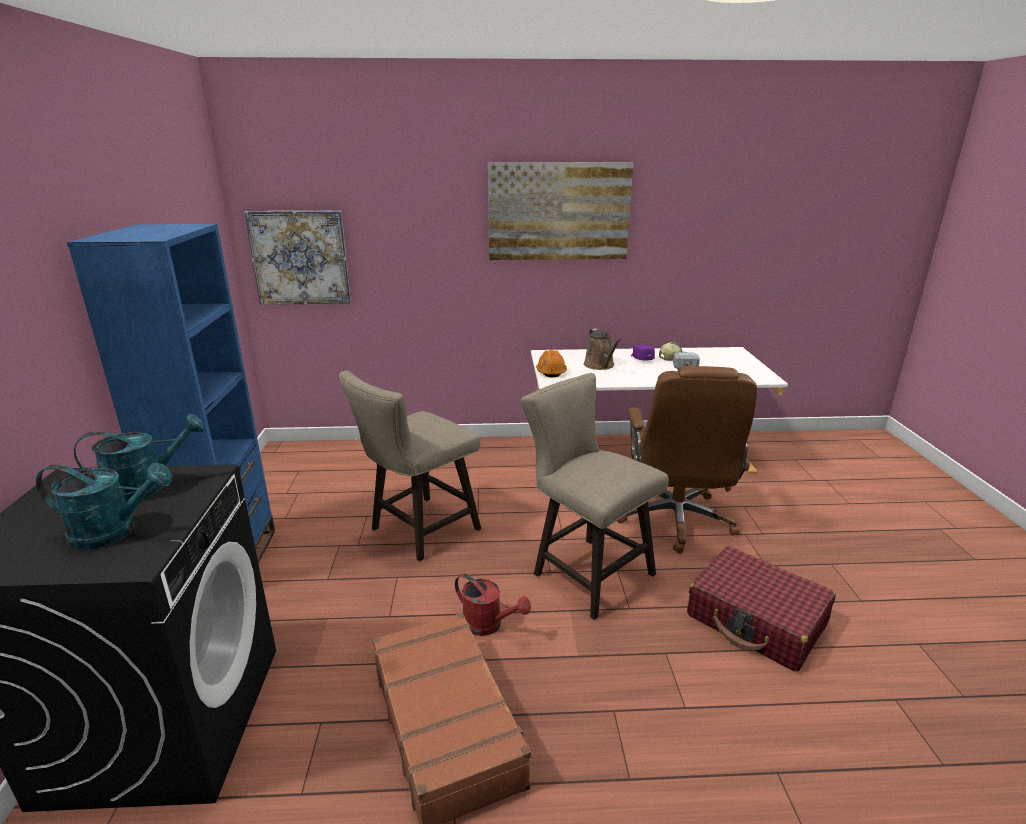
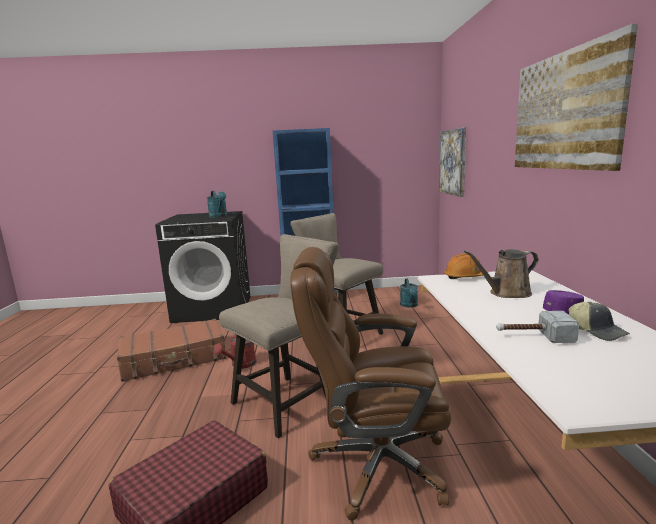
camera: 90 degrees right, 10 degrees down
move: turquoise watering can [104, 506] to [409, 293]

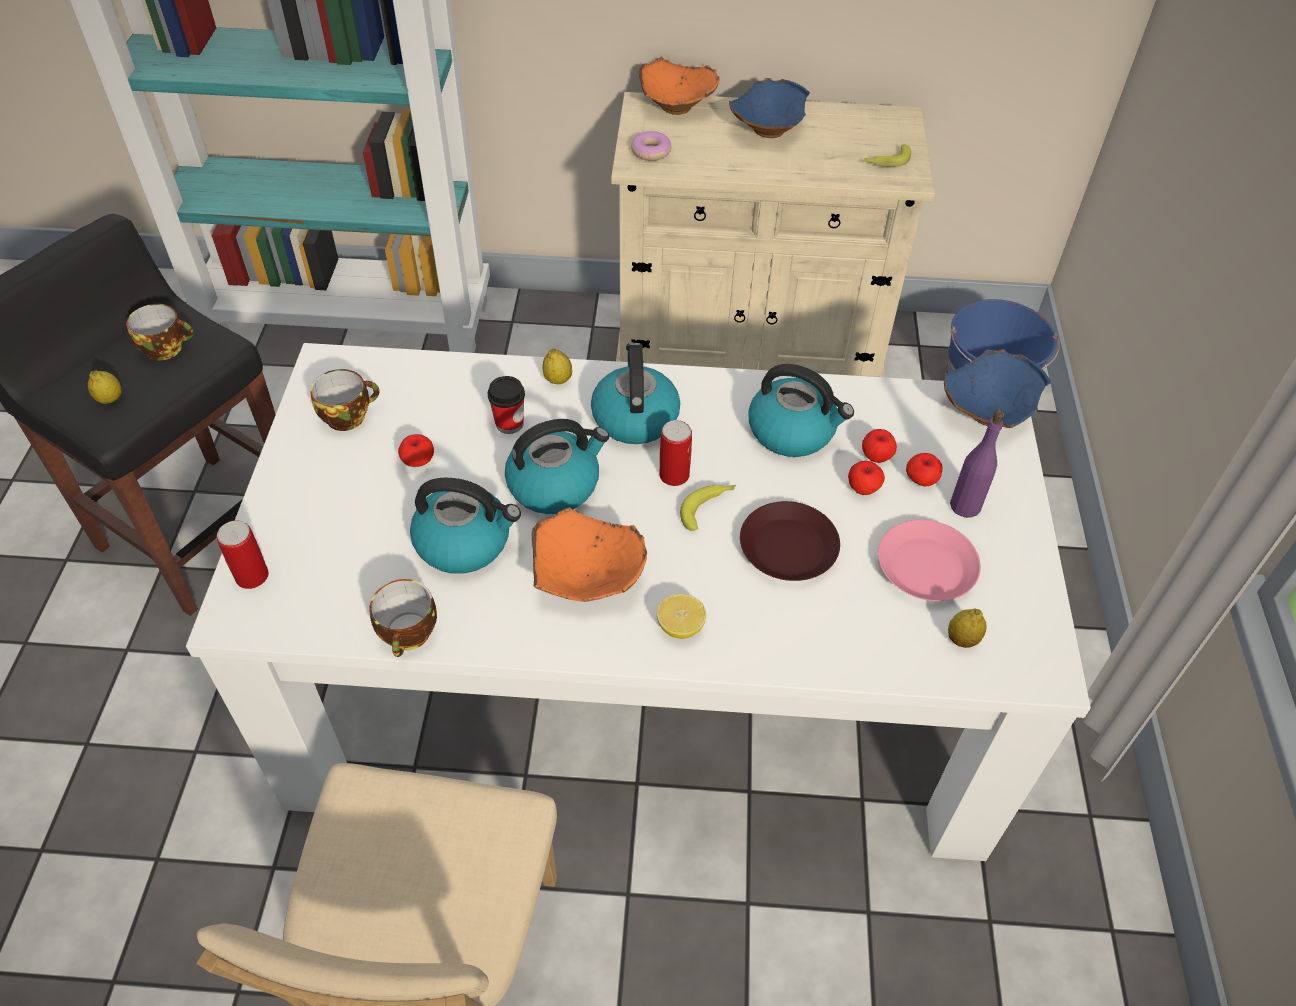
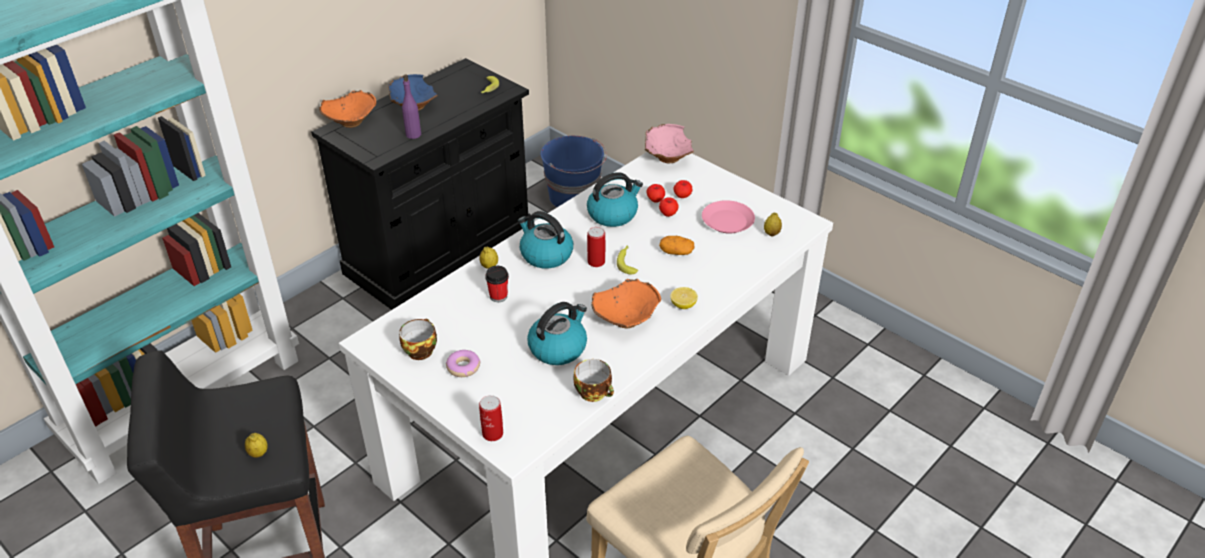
camera: 50 degrees left, 10 degrees down
delete: cup [159, 332]; kettle [557, 466]; apple [416, 450]
move: donut [651, 146] to [463, 363]; purple bottle [977, 464] to [411, 106]
replace: brown plate [790, 541] to potato [676, 245]
recolor: beige cabinet [773, 234] to black cabinet [421, 184]; blue bowl [997, 388] to pink bowl [669, 143]

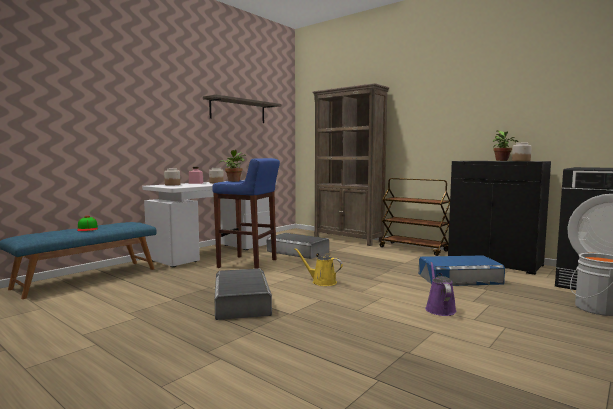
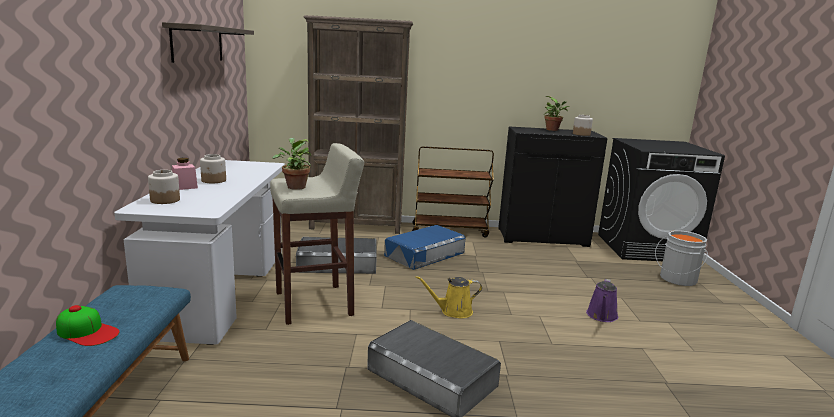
camera: 40 degrees left, 10 degrees up
move: blue storage box [462, 270] to [424, 247]
recolor: blue stool [246, 213] to beige stool [317, 234]
rotate: purple watering can [441, 289] = [602, 300] 120 degrees counterclockwise

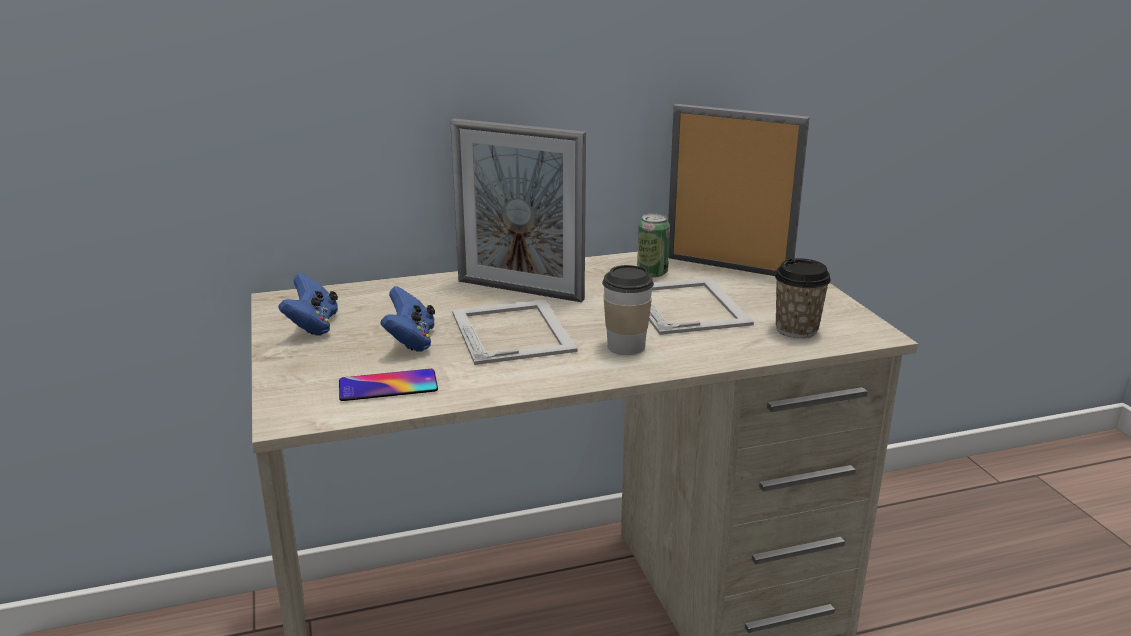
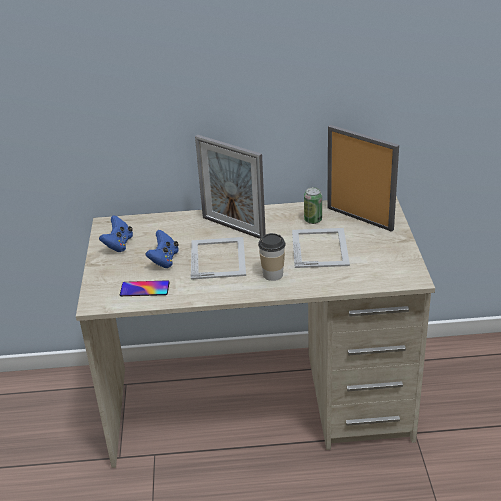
camera: 15 degrees right, 10 degrees up
delete: cup [803, 298]

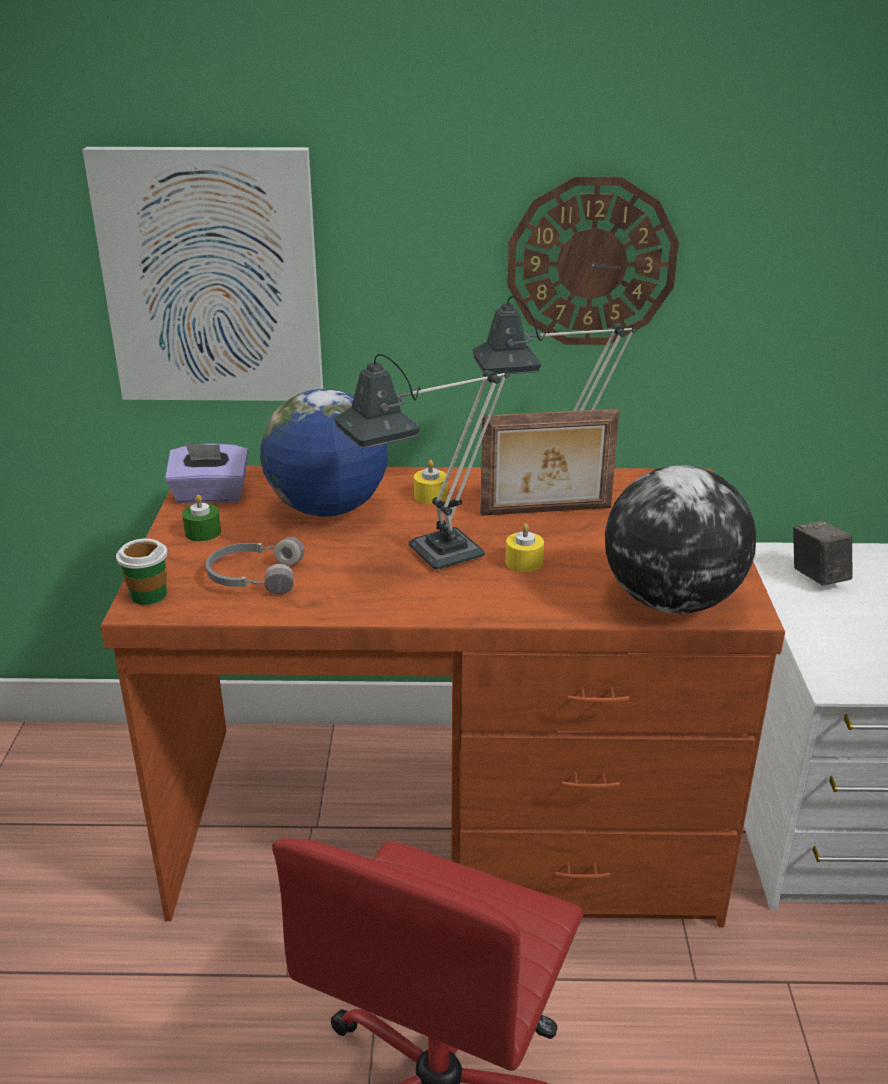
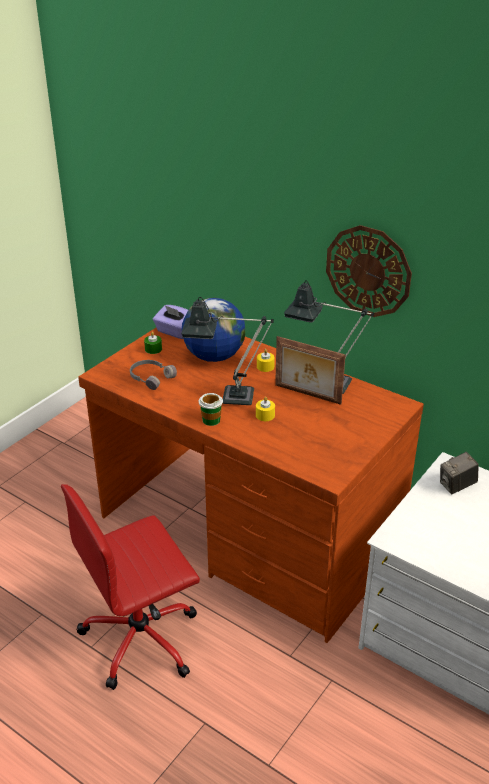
camera: 35 degrees right, 5 degrees up
delete: picture [202, 274]; globe [680, 539]
move: cup [142, 571] to [211, 409]
rotate: photo camera [822, 553] = [459, 473] 135 degrees counterclockwise

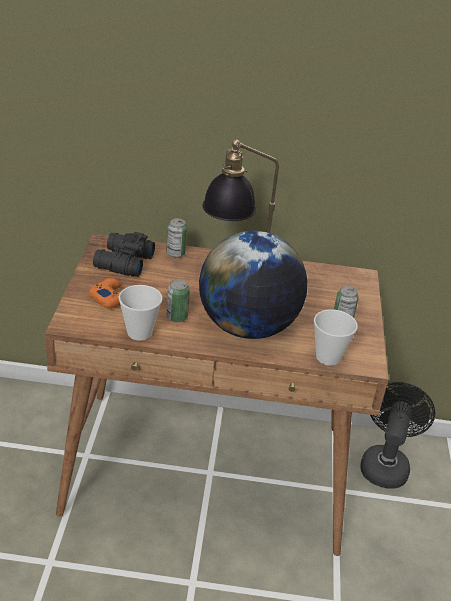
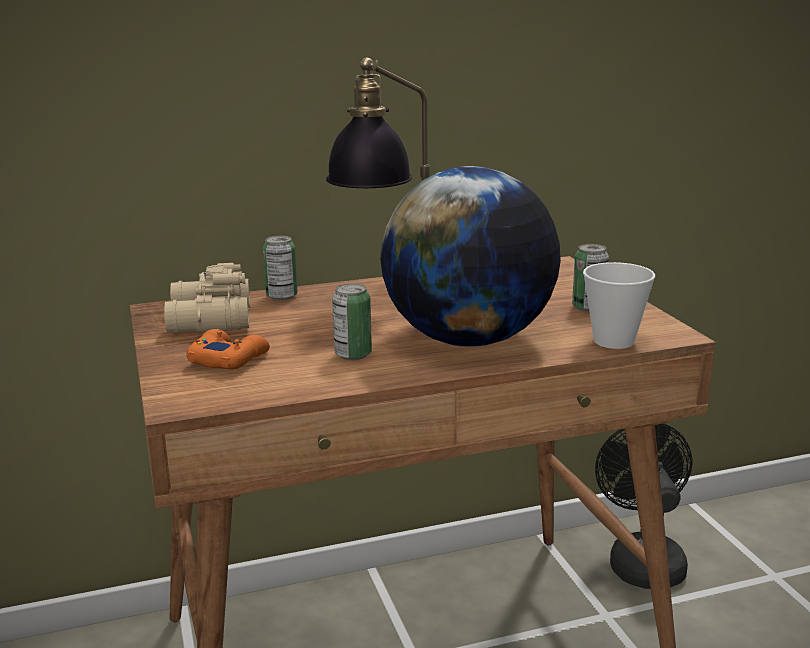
camera: 20 degrees left, 15 degrees down
delete: cup [140, 313]
recolor: black binoculars [124, 254] to beige binoculars [207, 298]

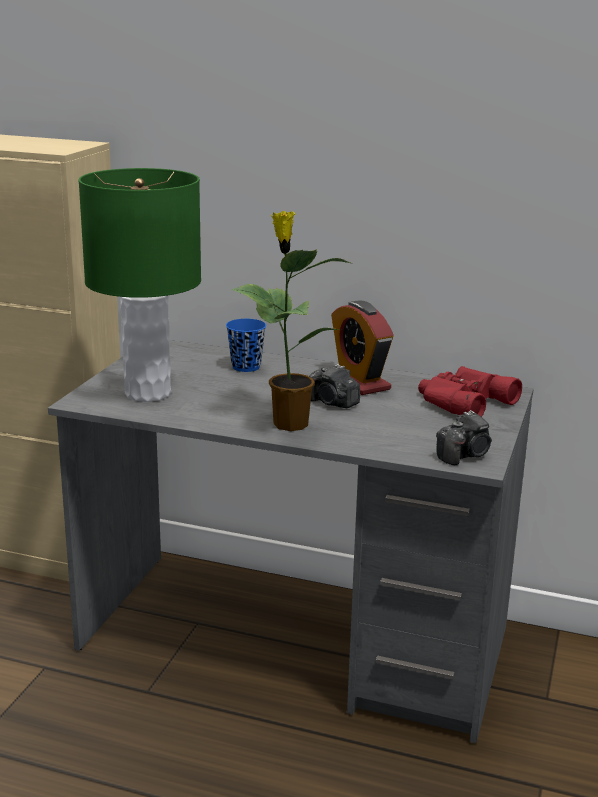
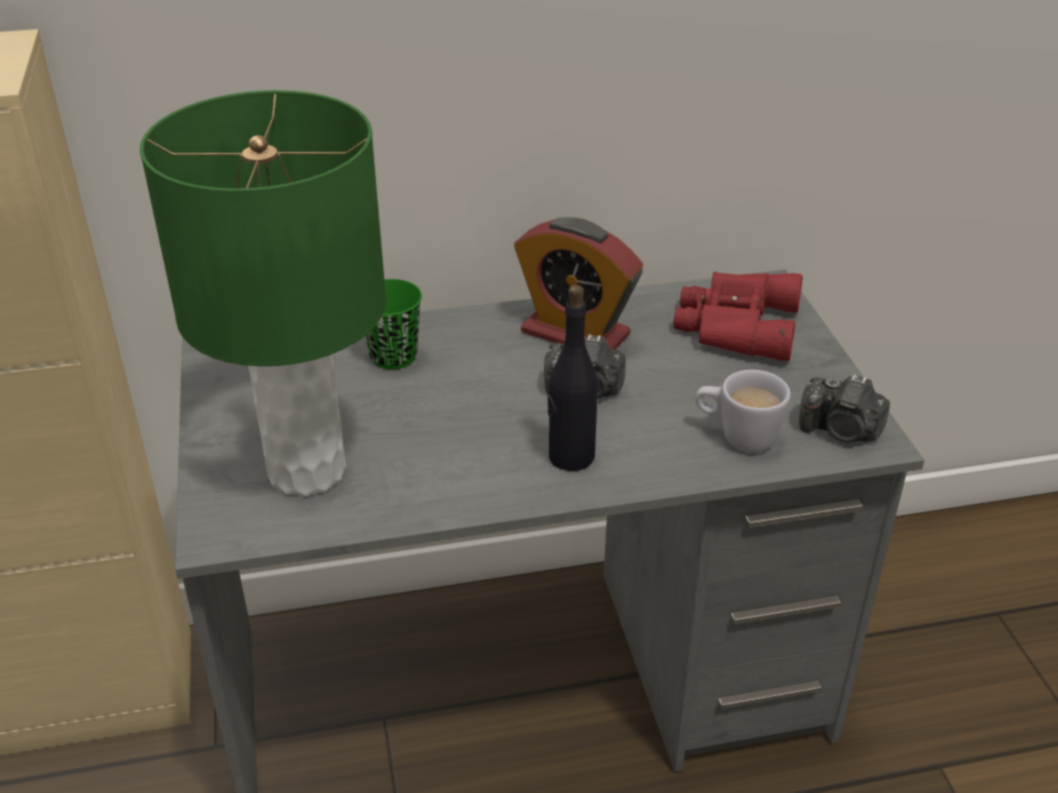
camera: 30 degrees left, 15 degrees up
insert: white mug [743, 411]
replace: potted plant [291, 321] to black bottle [573, 378]
recolor: blue cup [246, 345] to green cup [393, 324]
rotate: photo camera [464, 438] = [844, 408] 90 degrees clockwise

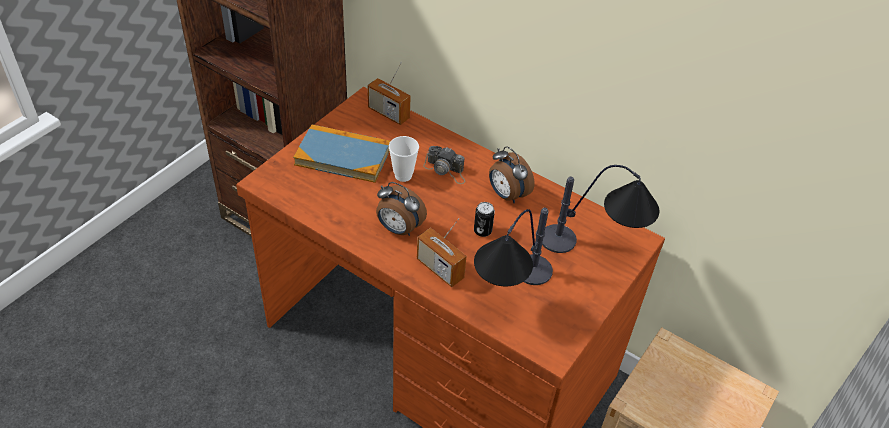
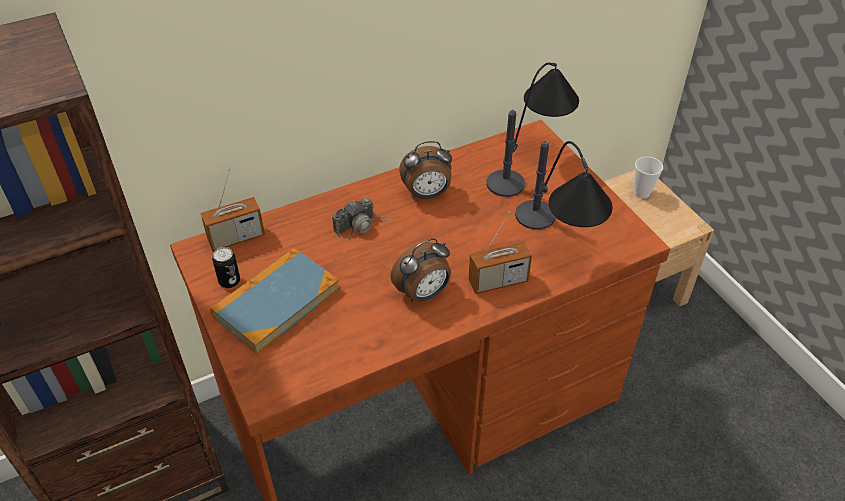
camera: 60 degrees left, 0 degrees up
move: cup [404, 159] to [648, 177]; can [484, 219] to [226, 267]

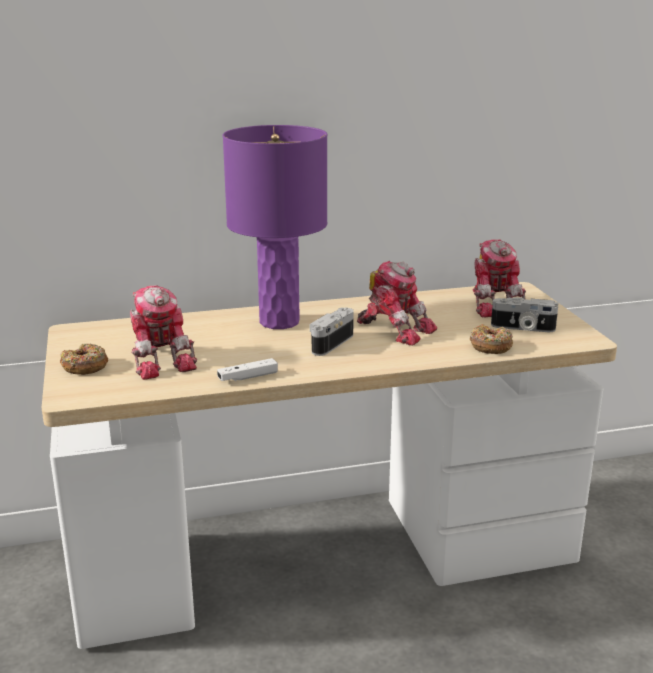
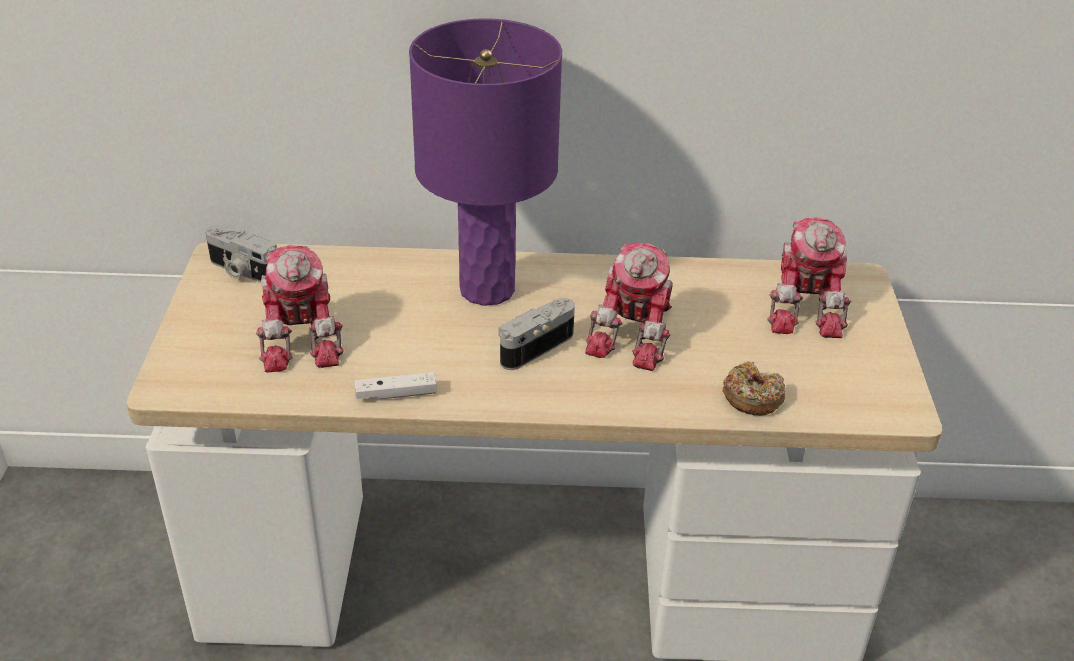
camera: 15 degrees right, 15 degrees up
delete: donut [84, 359]
move: photo camera [525, 314] to [241, 254]
rotate: toy robot [397, 303] = [629, 306] 60 degrees clockwise

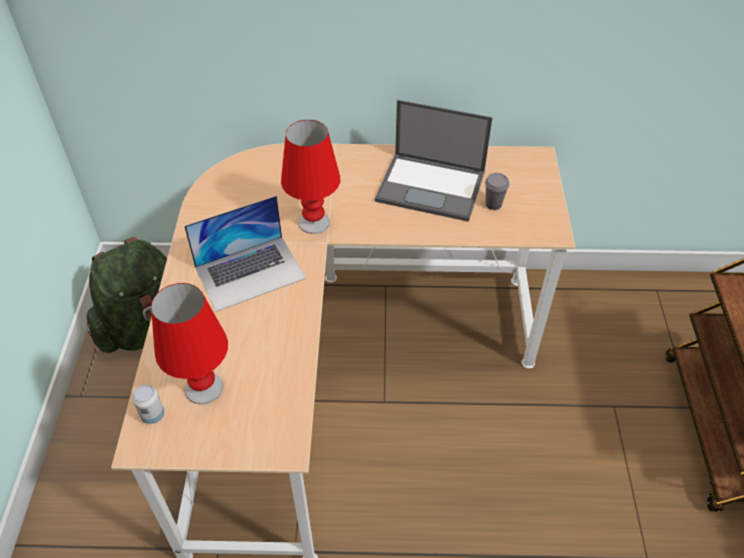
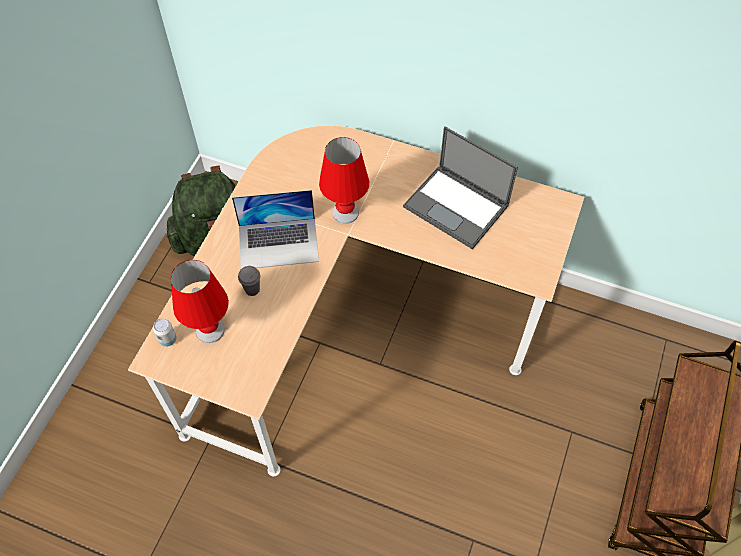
camera: 20 degrees right, 10 degrees up
move: grey cup [497, 191] to [249, 281]

